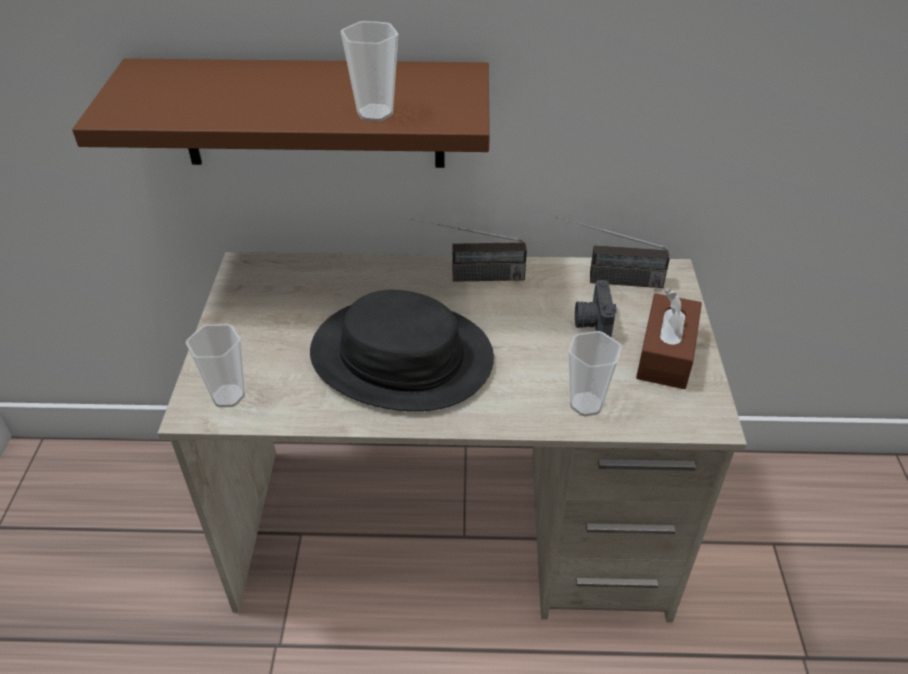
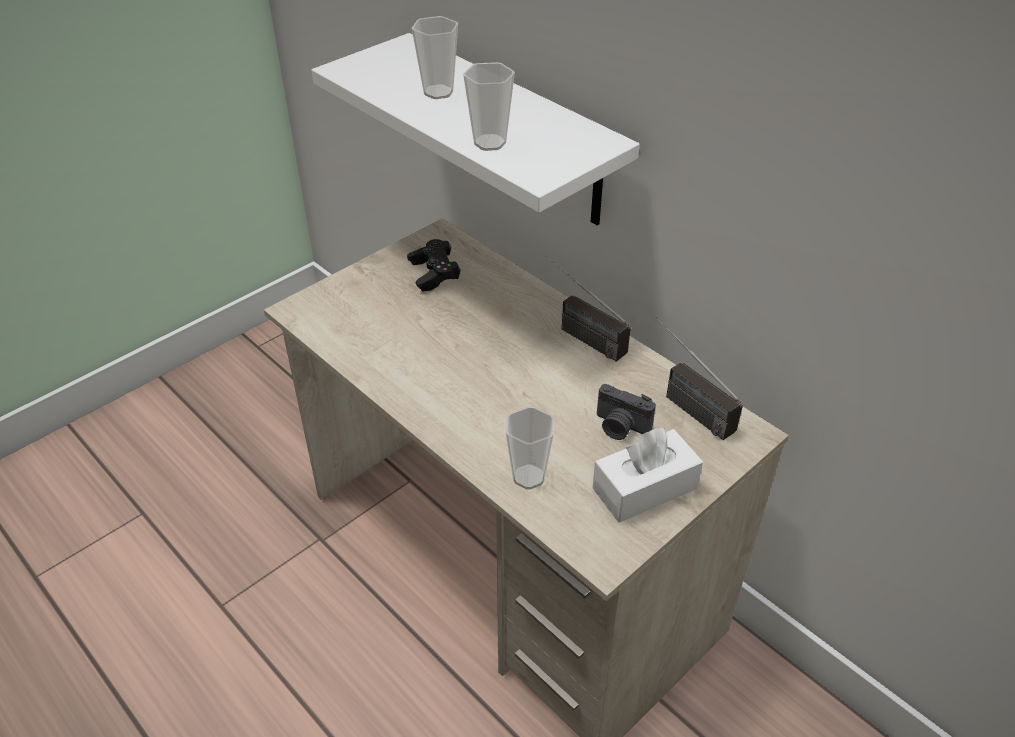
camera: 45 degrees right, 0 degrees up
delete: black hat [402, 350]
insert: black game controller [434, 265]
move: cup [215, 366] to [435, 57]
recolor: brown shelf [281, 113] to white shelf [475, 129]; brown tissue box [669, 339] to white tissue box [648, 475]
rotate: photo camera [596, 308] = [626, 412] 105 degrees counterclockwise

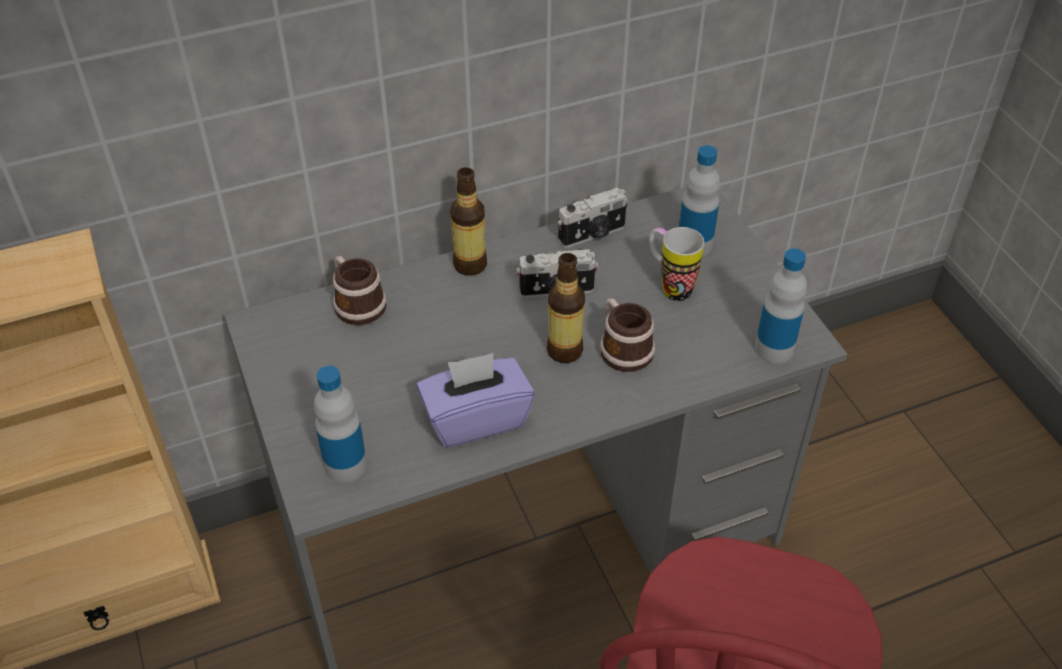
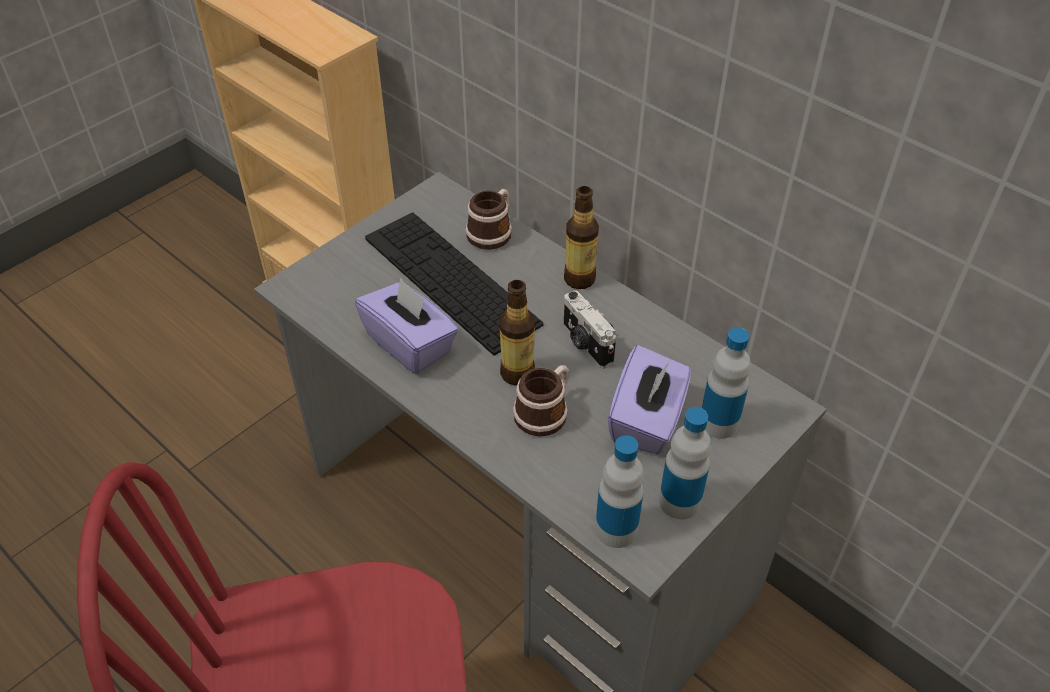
camera: 65 degrees right, 0 degrees up
delete: photo camera [592, 218]
insert: keyboard [454, 284]
move: bottle [340, 424] to [685, 463]
replace: mug [676, 264] to purple tissue box [649, 400]

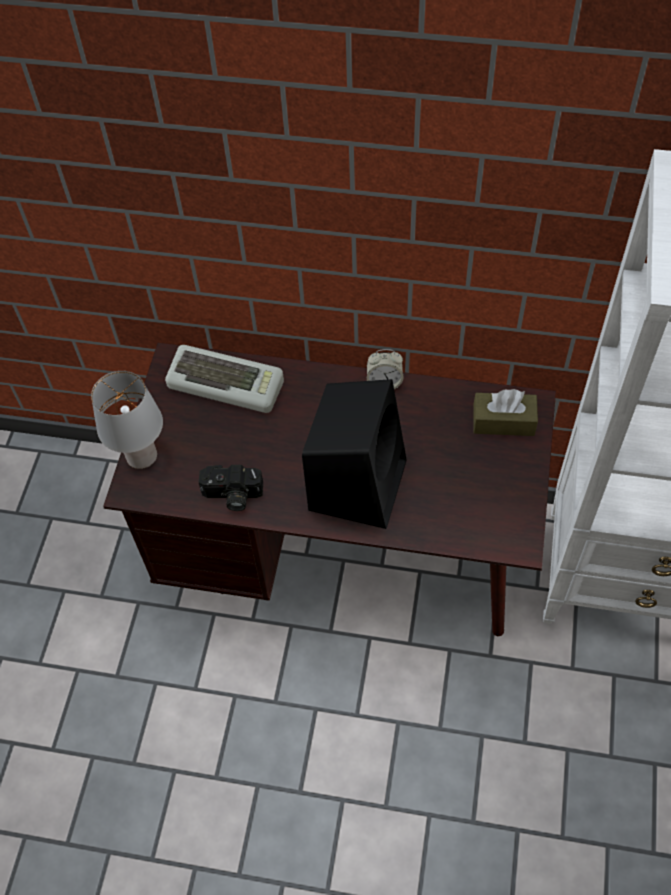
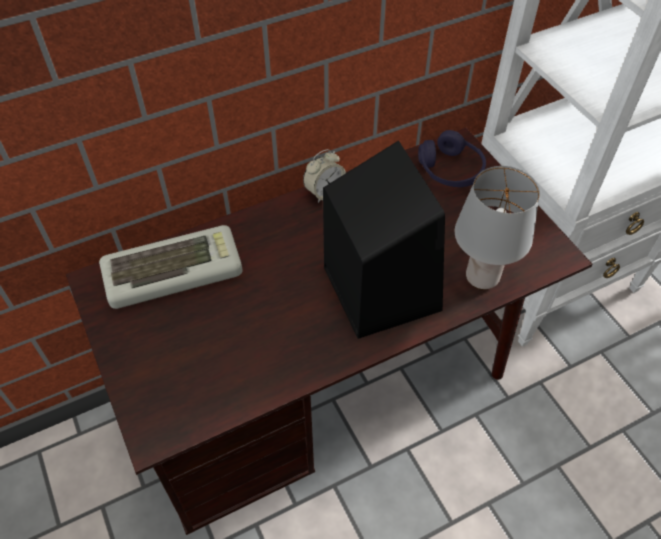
camera: 40 degrees left, 5 degrees down
delete: photo camera [231, 488]
move: grey table lamp [127, 420] to [497, 228]
replace: brown tissue box [506, 412] to purple headphones [452, 158]

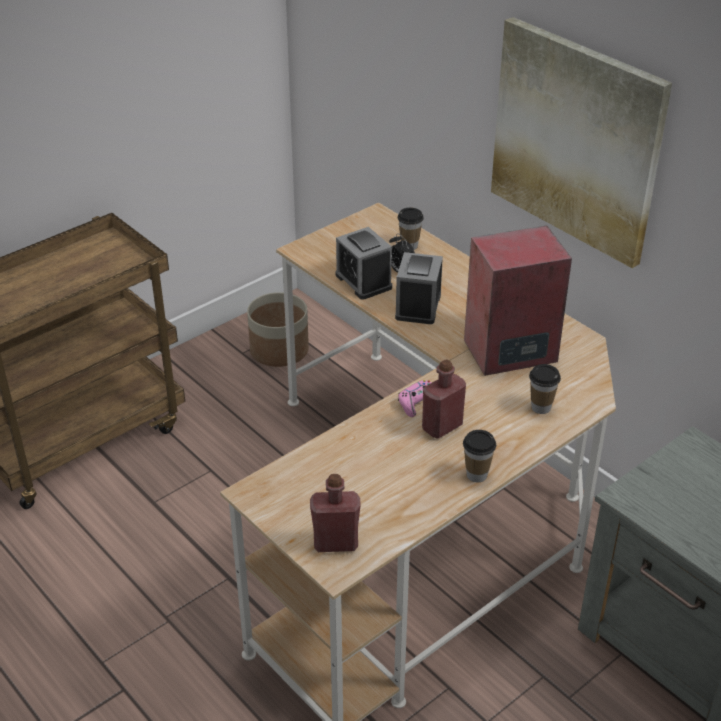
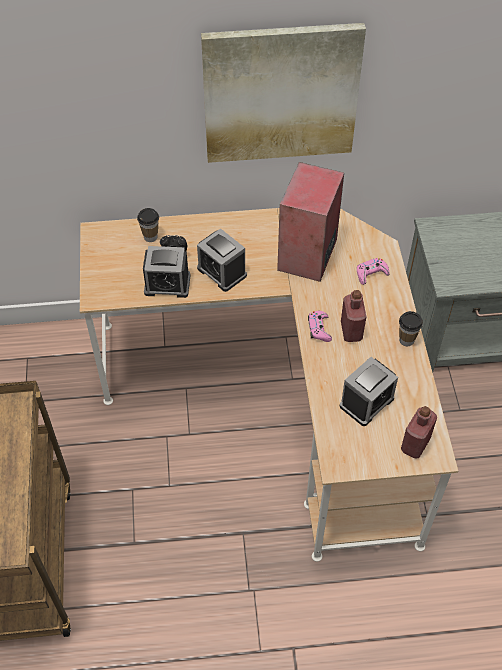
camera: 55 degrees left, 15 degrees up
delete: planter [278, 329]
insert: alarm clock [369, 391]
replace: cup [545, 389] to pink game controller [373, 271]

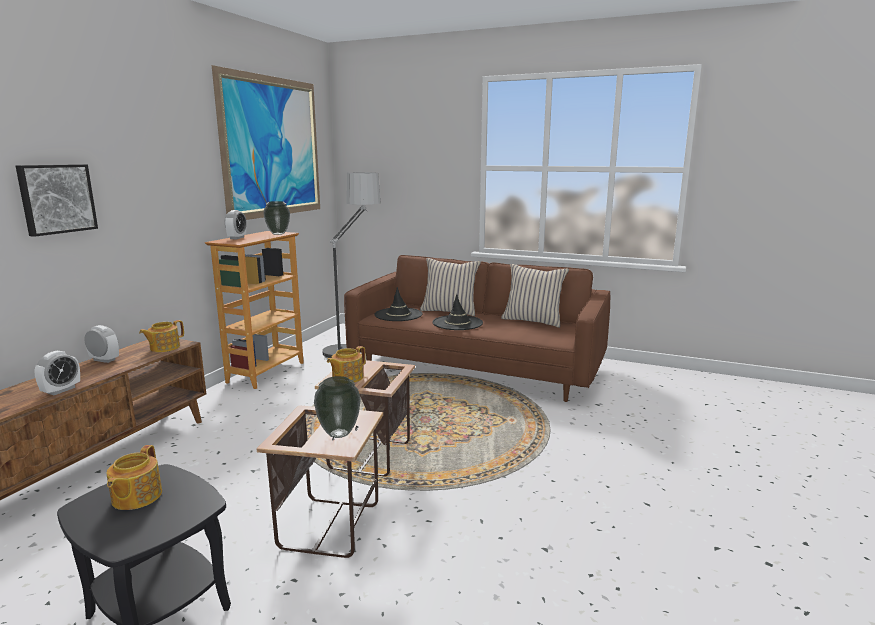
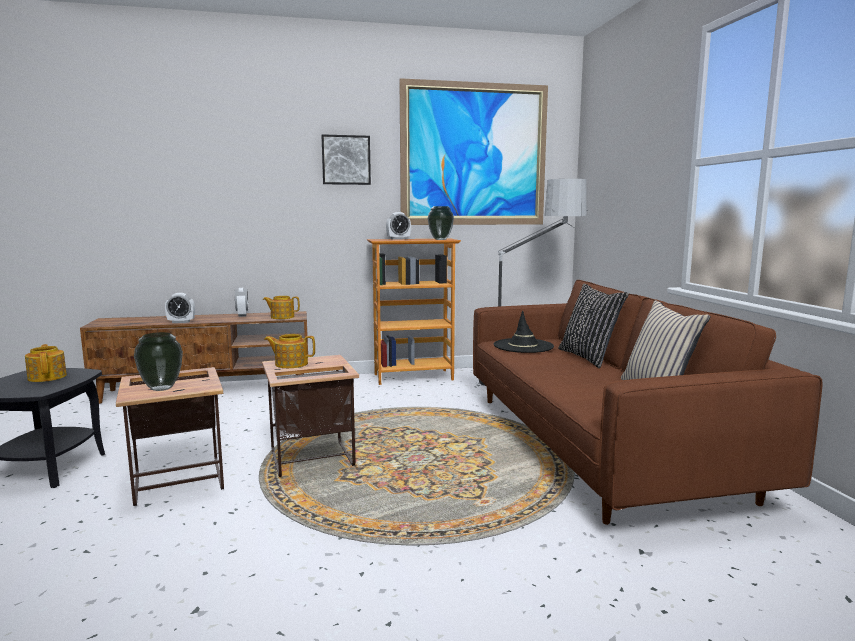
camera: 55 degrees right, 5 degrees down
delete: black hat [457, 312]
move: picture [57, 200] to [346, 159]
recolor: beige pillow [450, 287] to black pillow [593, 326]
rotate: teapot [134, 477] = [46, 363] 90 degrees clockwise

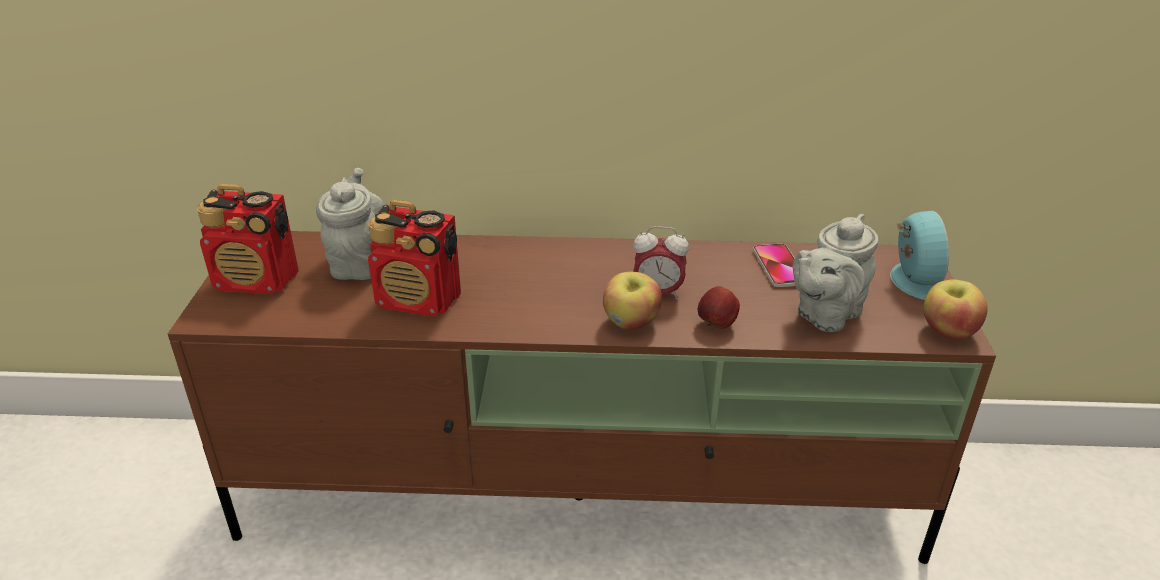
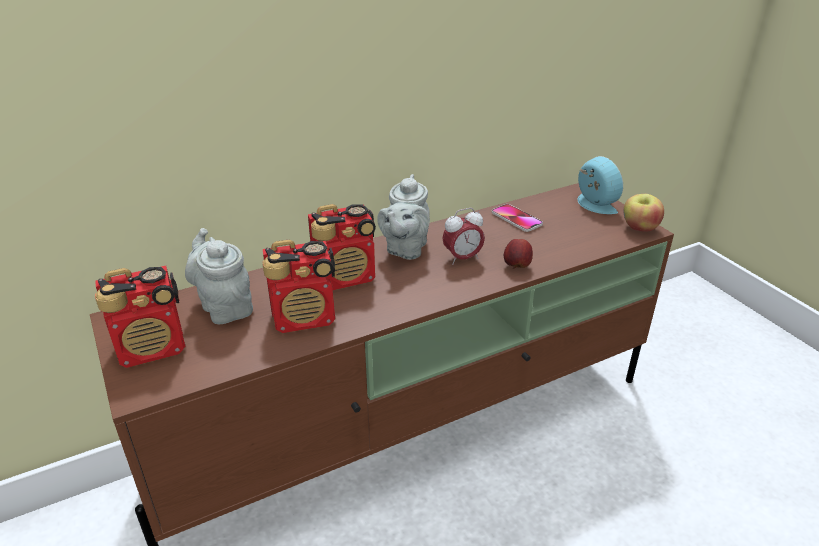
camera: 30 degrees left, 0 degrees up
delete: apple [632, 301]
insert: radio [342, 247]
move: grey teapot [836, 273] to [403, 217]

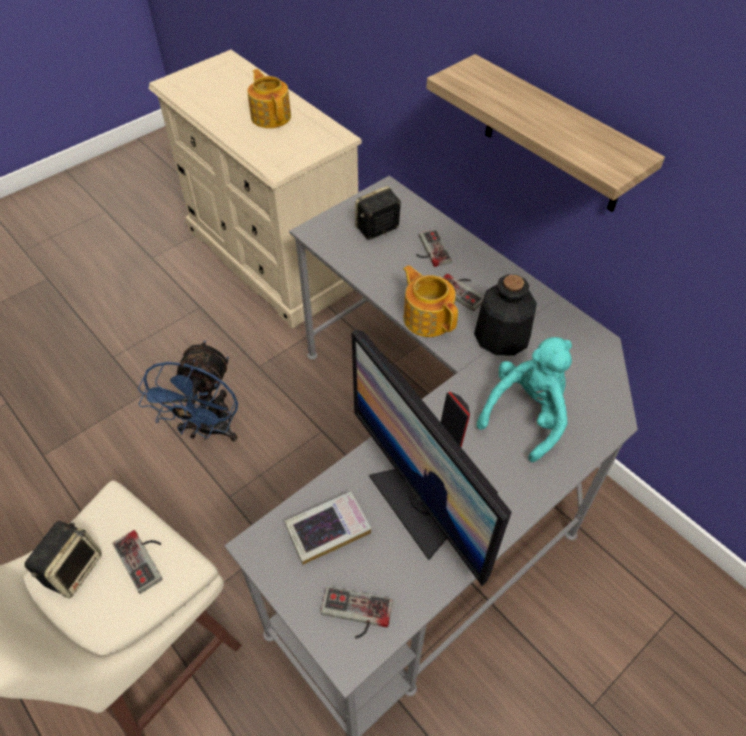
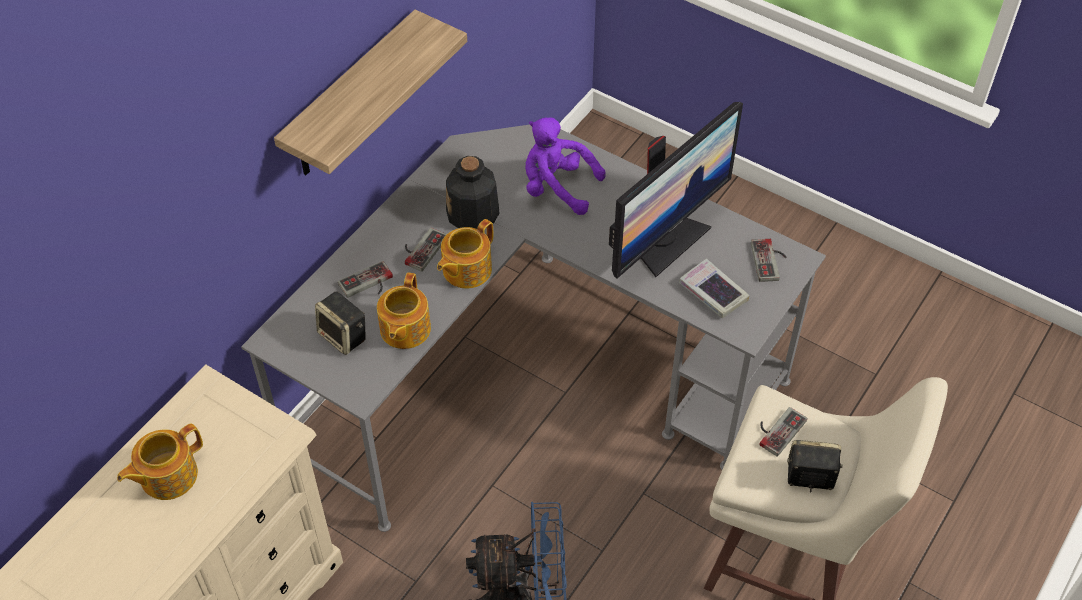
camera: 105 degrees left, 0 degrees up
insert: teapot [404, 311]
recolor: turquoise plush toy [524, 399] to purple plush toy [565, 166]

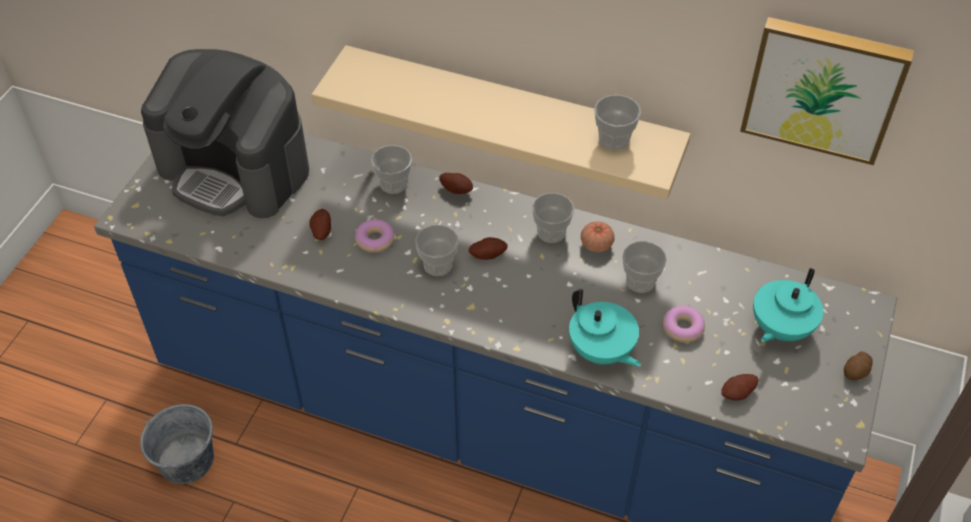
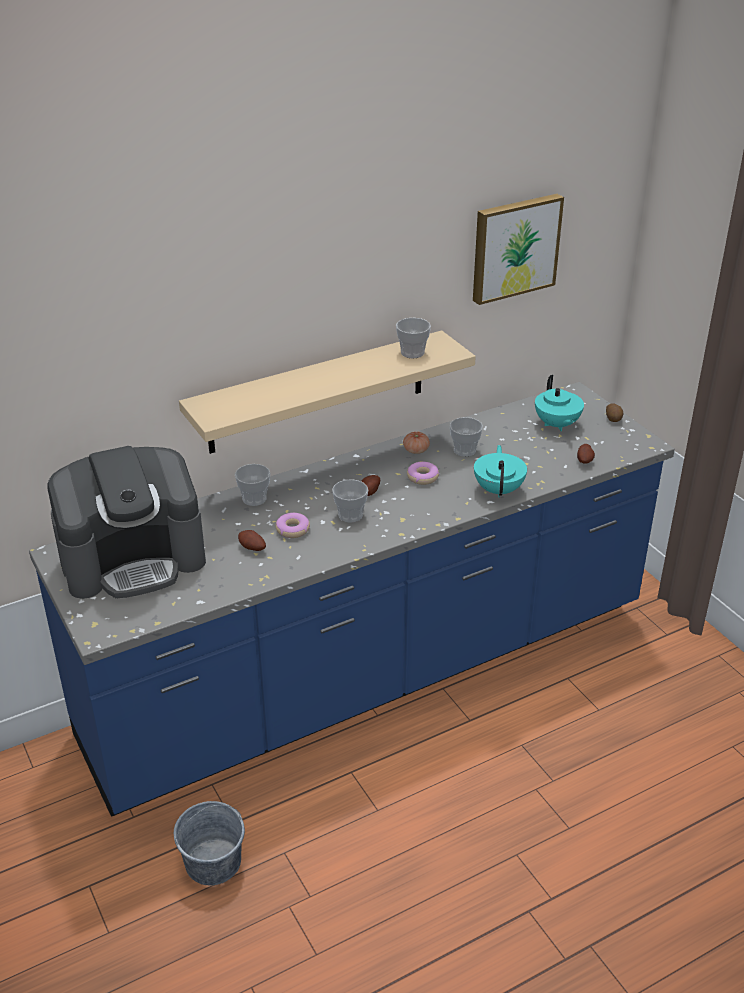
camera: 50 degrees left, 15 degrees down
delete: potato [456, 183]; cup [553, 218]
move: donut [684, 324] to [423, 473]
rotate: turquoise teapot [605, 327] = [500, 471] 90 degrees counterclockwise

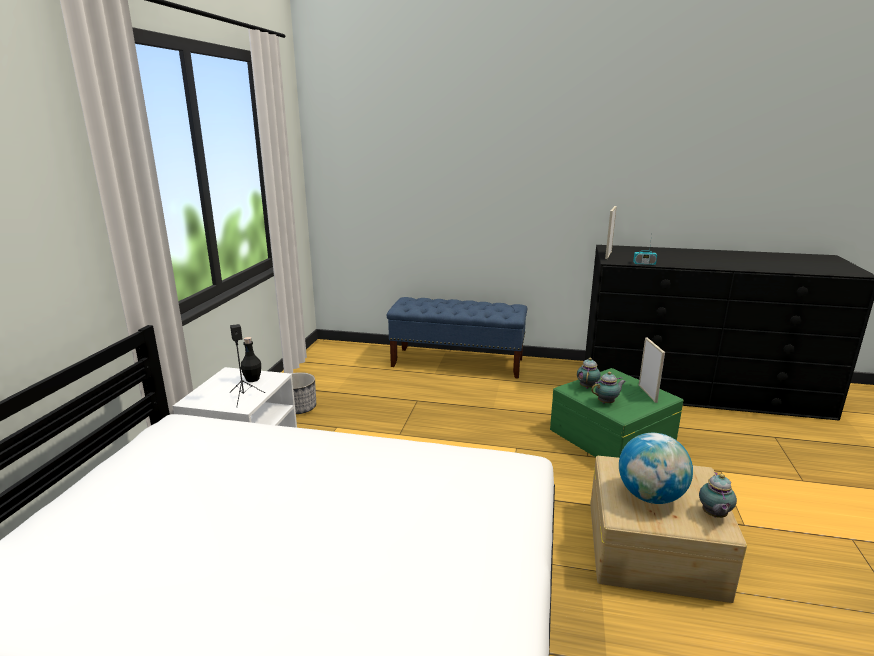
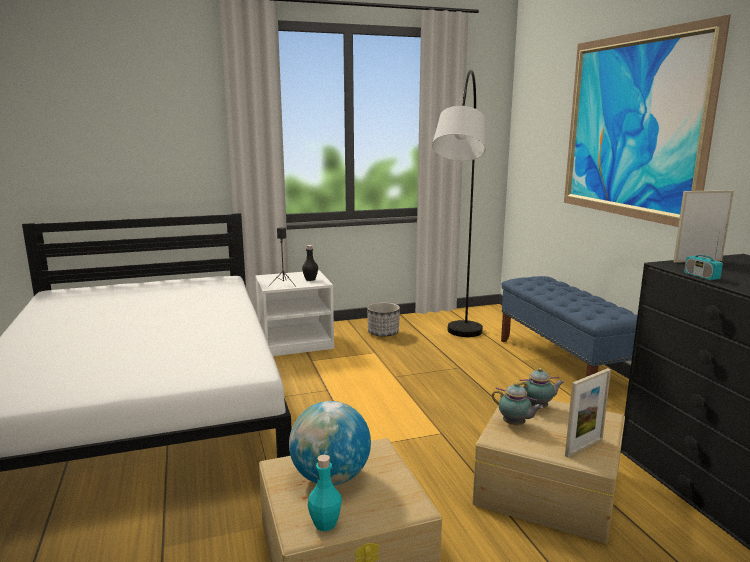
camera: 60 degrees right, 5 degrees down
insert: picture [647, 120]; grey floor lamp [458, 203]
replace: teapot [718, 495] to turquoise bottle [325, 493]
recolor: green storage box [616, 413] to beige storage box [549, 472]

